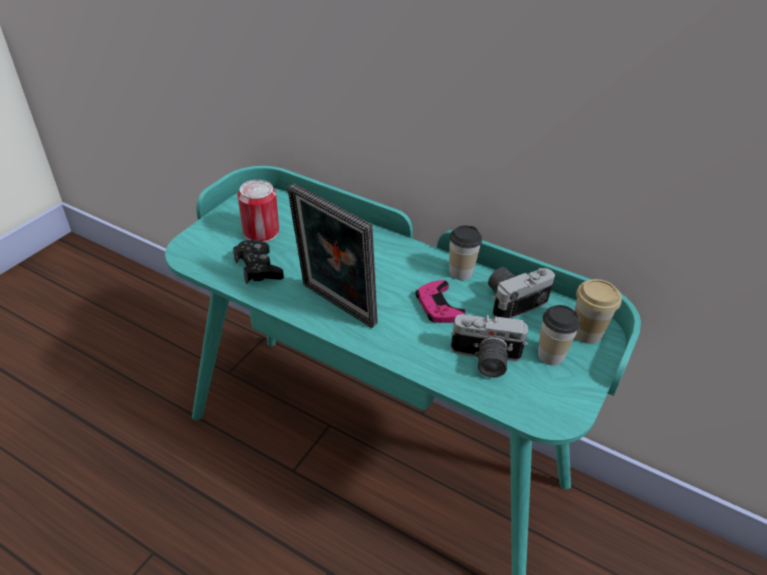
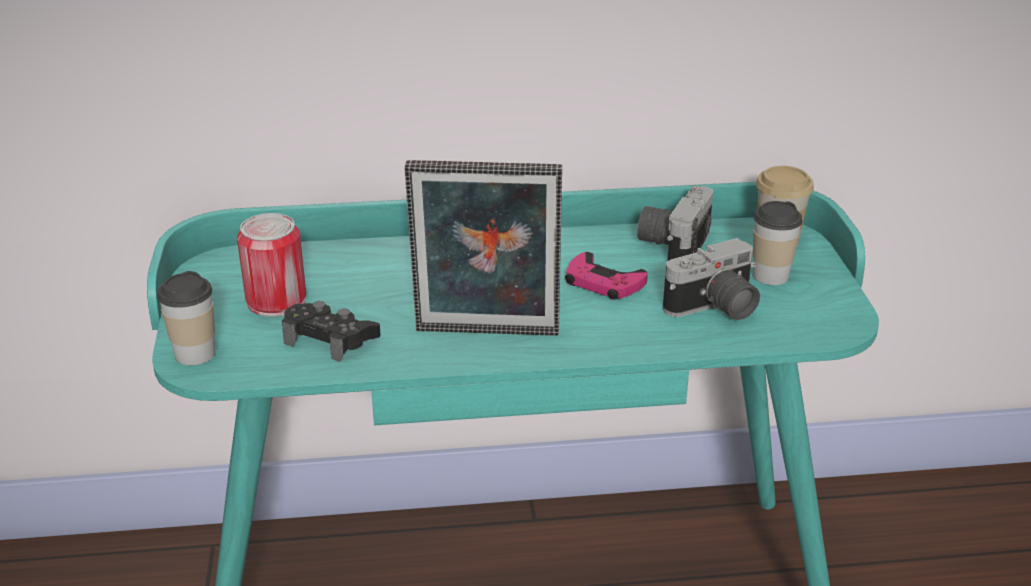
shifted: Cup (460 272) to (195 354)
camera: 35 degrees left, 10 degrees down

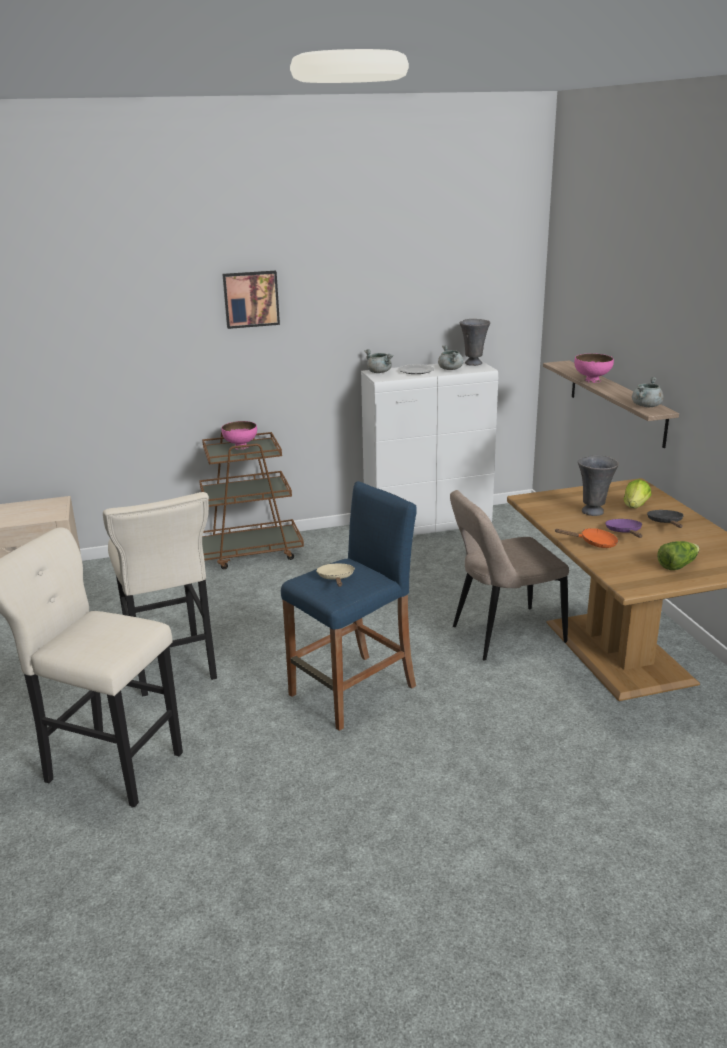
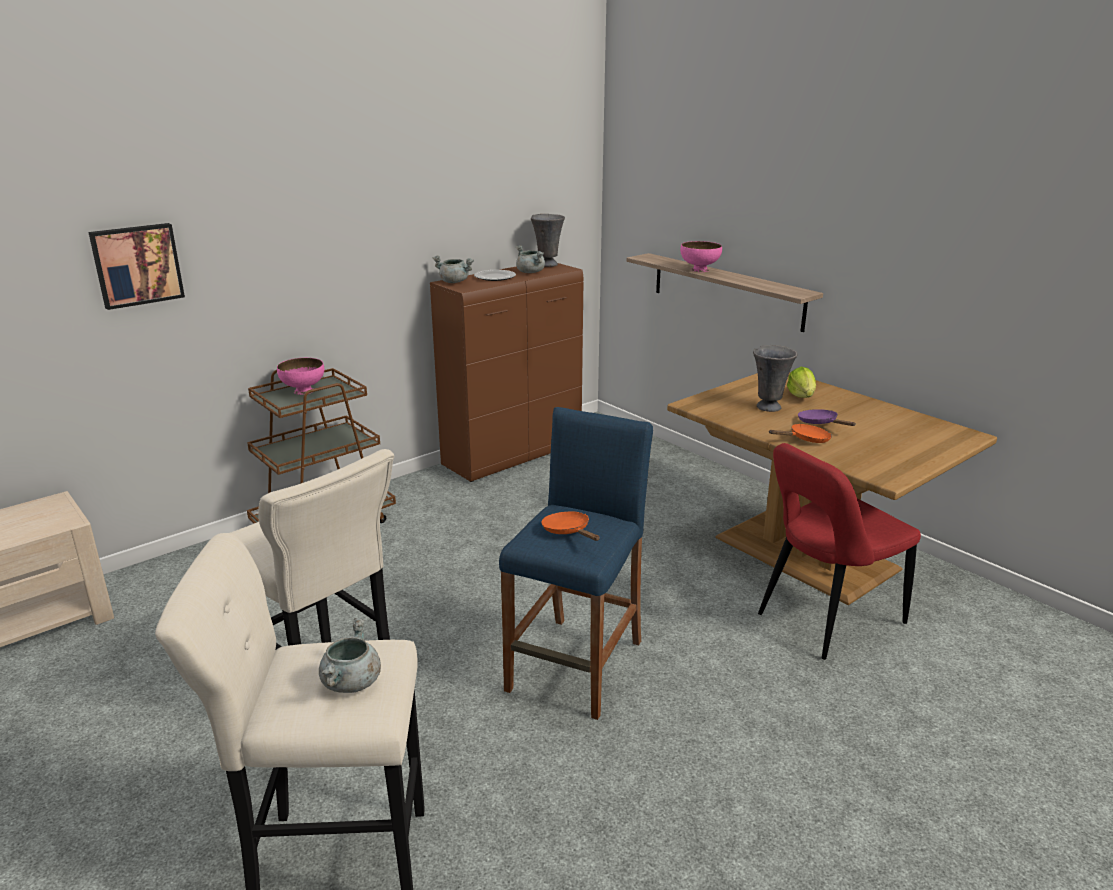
gone: BeigeChair (503 635); BlackFryingPan (666 522); Lettuce (677 565)
new: RedChair (825 620)
shifted: Picture (251 299) to (137 265); GreyCookingPot (646 406) to (351 683)
repainted: BeigeFryingPan (336 578) to OrangeFryingPan (568 531); WhiteCabinet (428 526) to BrownCabinet (513 455)
camera: 25 degrees left, 0 degrees up

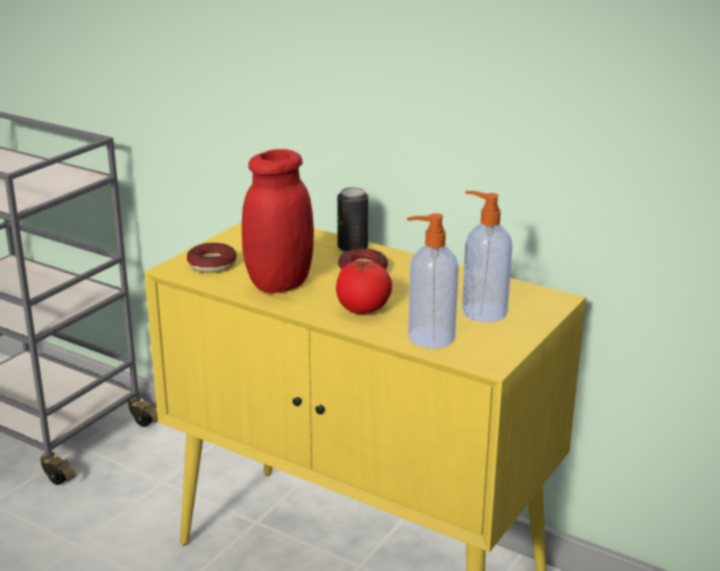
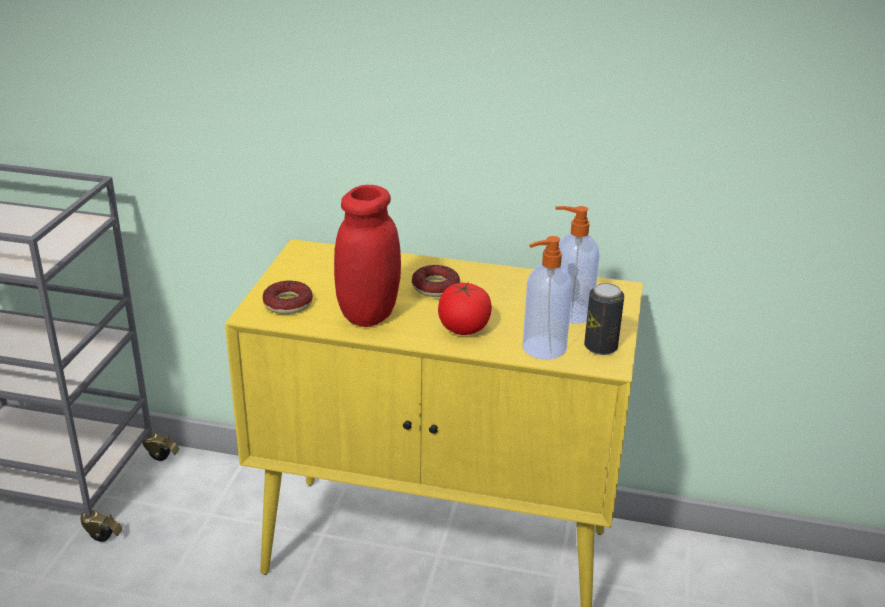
shifted: Can (352 248) to (600 347)
camera: 20 degrees left, 5 degrees up

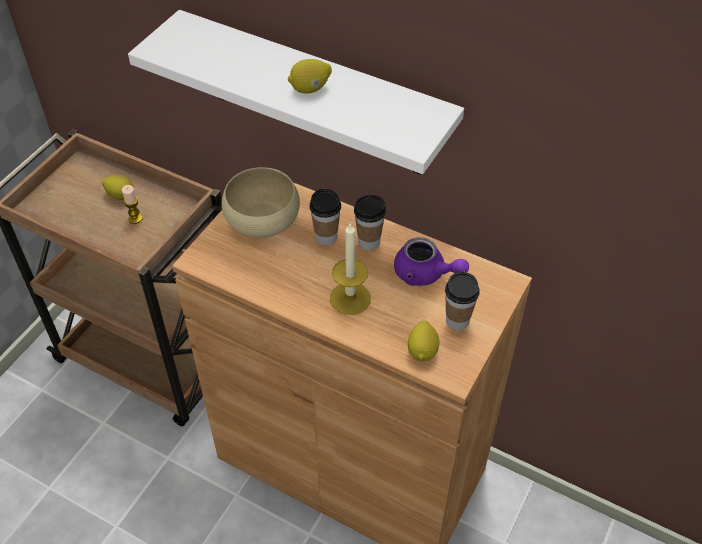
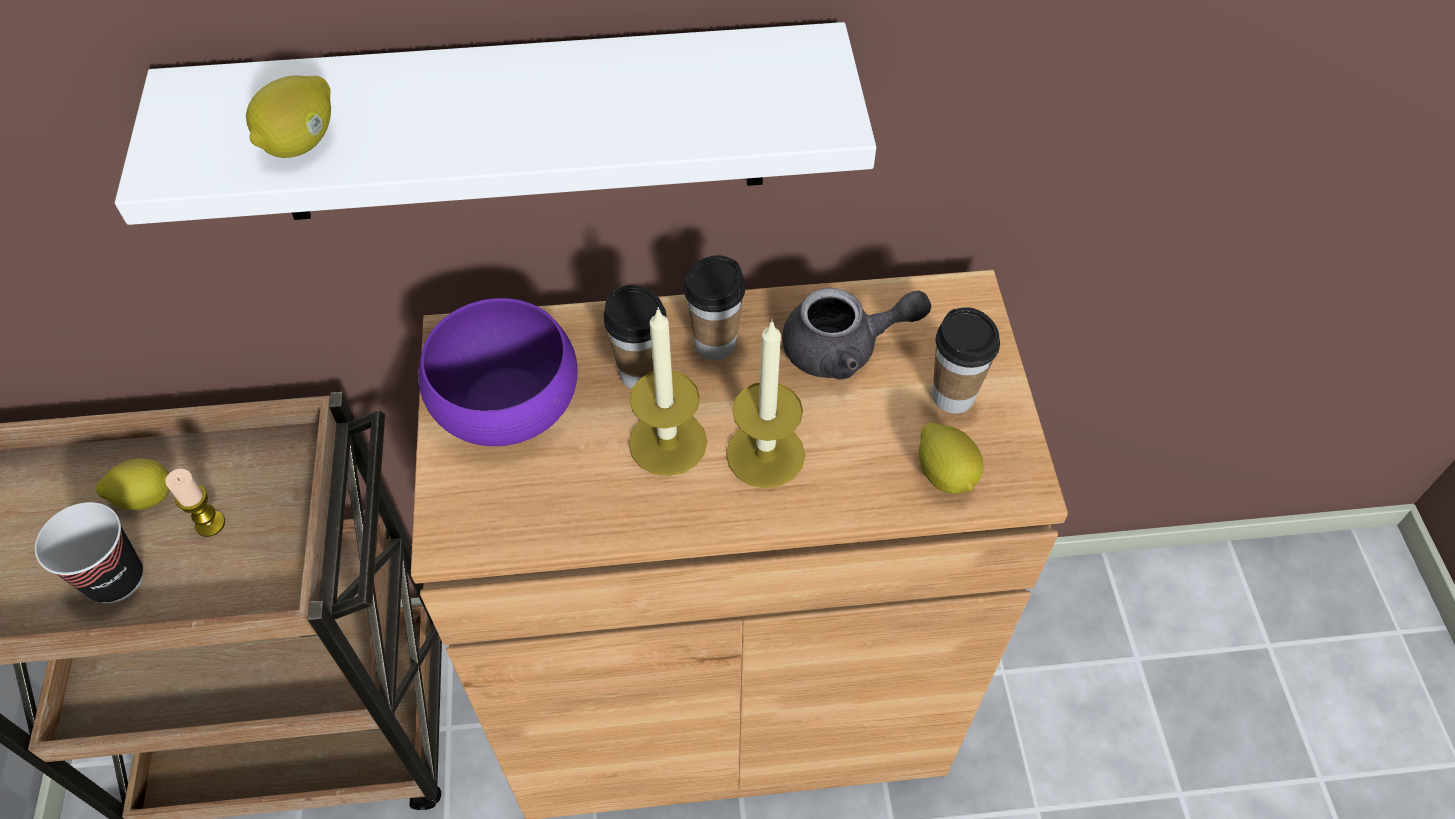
new: Cup (115 579); Candle (667 442)
shifted: Lemon (310 89) to (301 143)
repainted: BeigeBowl (262 219) to PurpleBowl (505 400); PurpleTeapot (425 274) to GreyTeapot (844 349)
camera: 35 degrees left, 5 degrees up

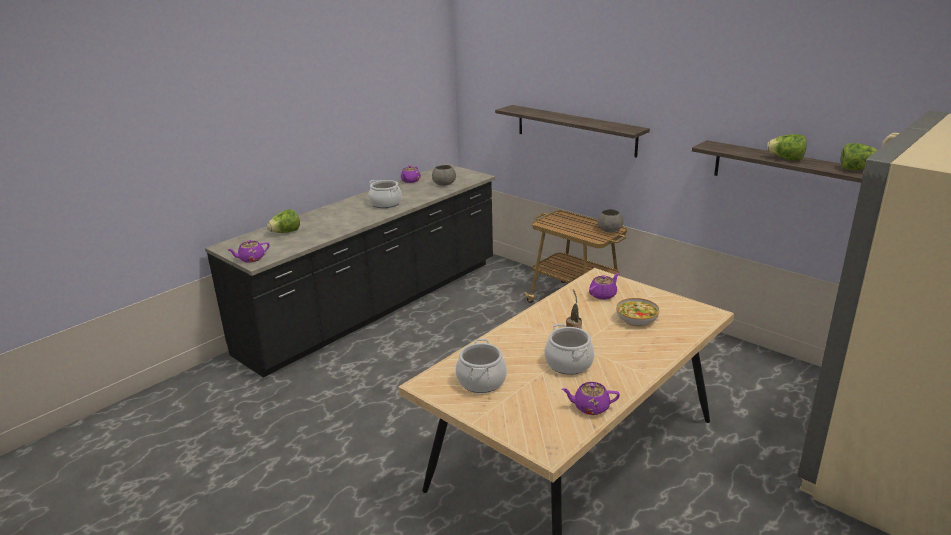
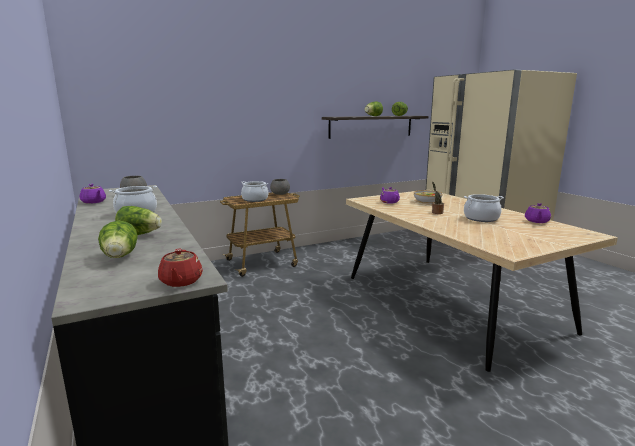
gone: Shelf (575 130)
new: Lettuce (139 235)
shifted: CookingPot (481 381) to (255 199)
repainted: PurpleTeapot (251 259) to RedTeapot (181 281)
camera: 70 degrees left, 10 degrees down

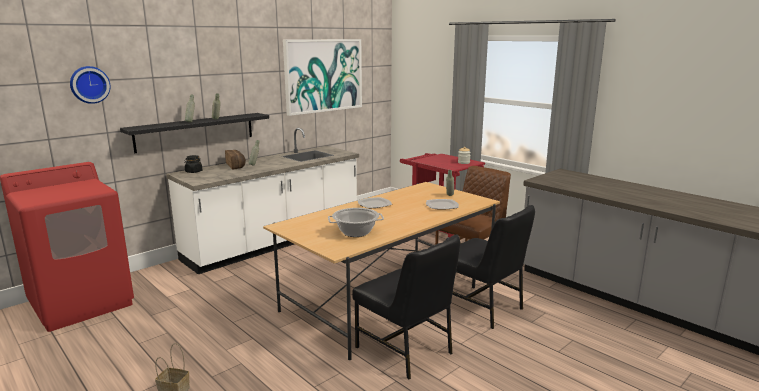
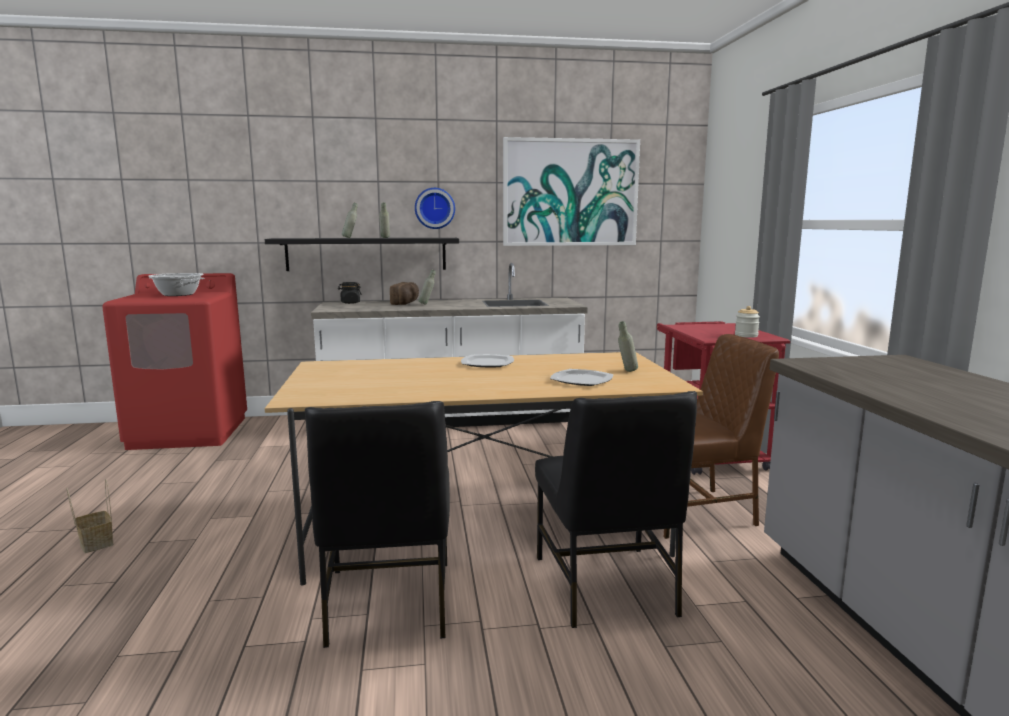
shifted: WallClock (89 84) to (434 208); CookingPot (355 232) to (178 294)
camera: 35 degrees right, 5 degrees down

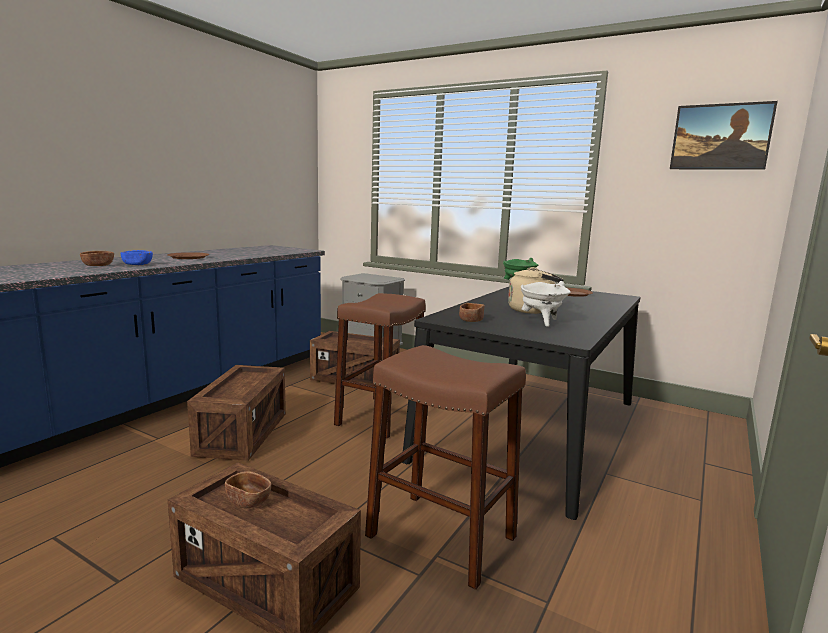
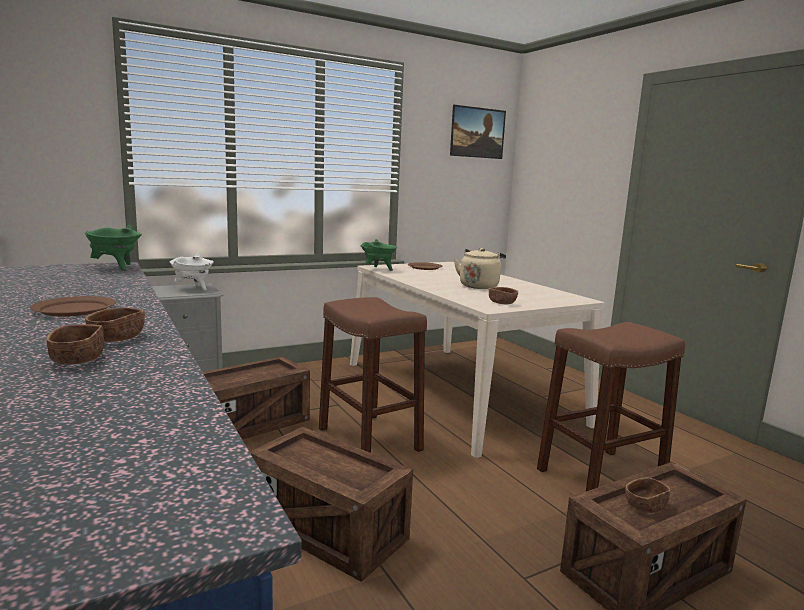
new: GreenCookingPot (115 268)
shifted: WhiteCookingPot (541 322) to (193 288)
repainted: BlueBowl (137 264) to BrownBowl (117 338); BlackDiningTable (532 428) to BeigeDiningTable (458 391)
camera: 60 degrees left, 0 degrees up

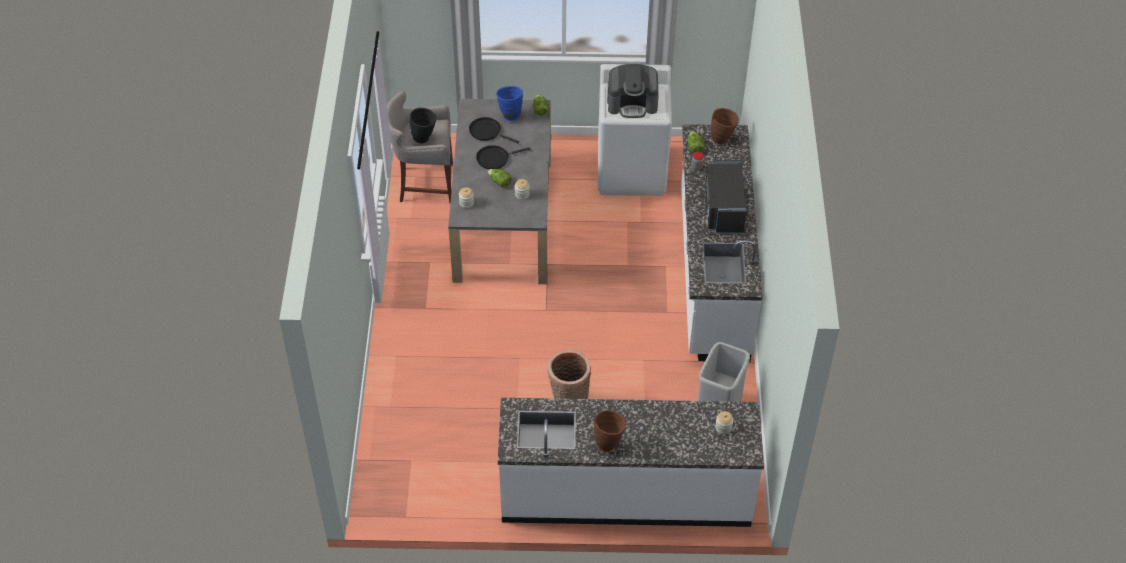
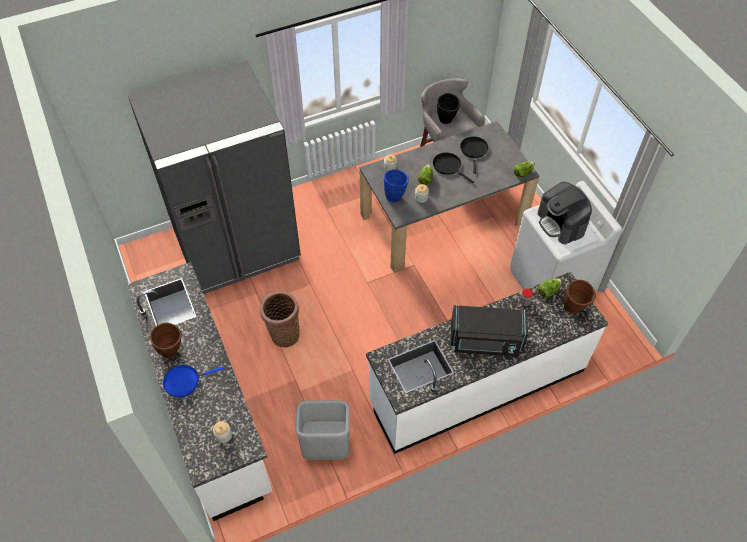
new: GreyFridge (236 245); BlueFryingPan (184 381)
shifted: BlueVase (509 115) to (395 196)
rotated: BlackMicrowave (723 209) = (486 341) 150 degrees counterclockwise
camera: 65 degrees right, 5 degrees up

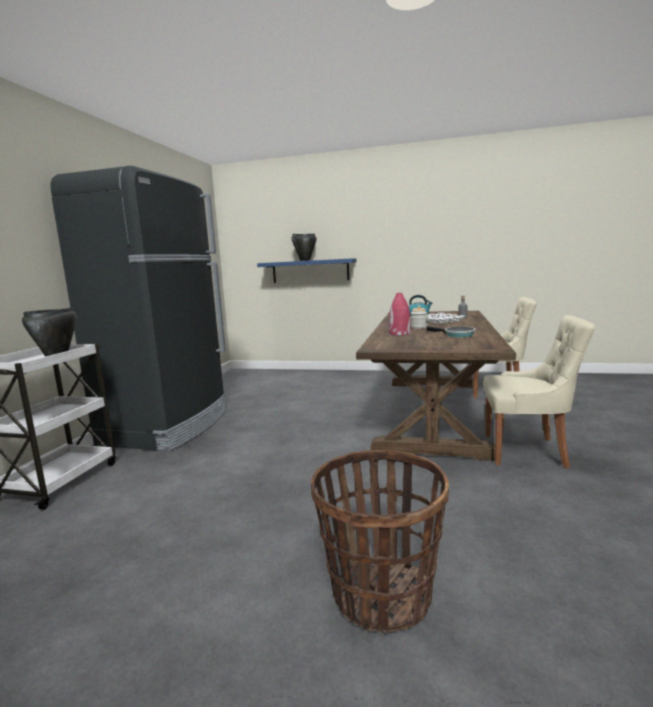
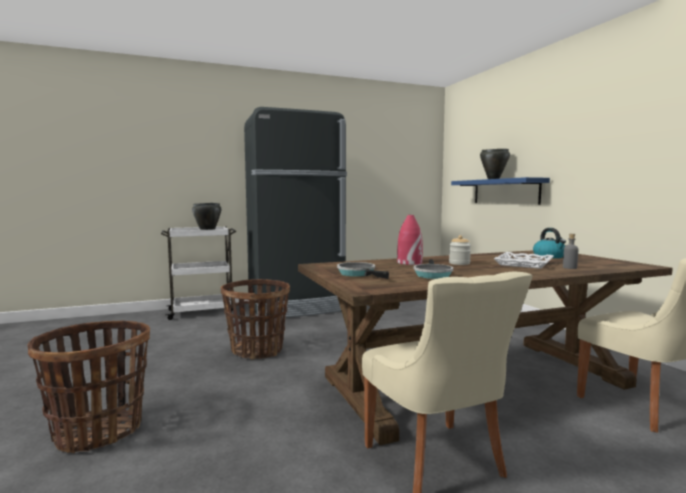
new: Basket (257 350); FryingPan (358 274)
camera: 55 degrees right, 5 degrees down

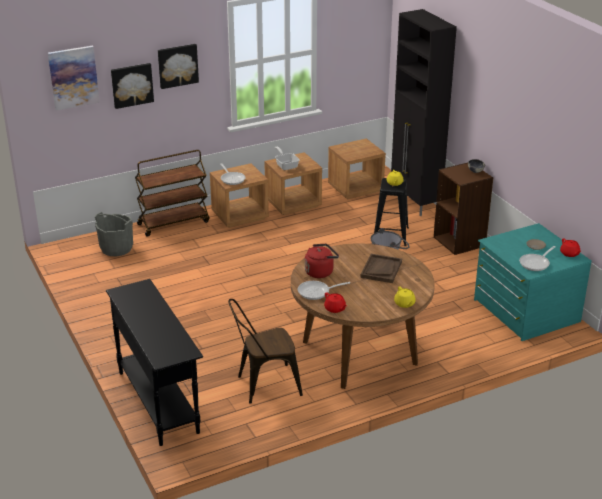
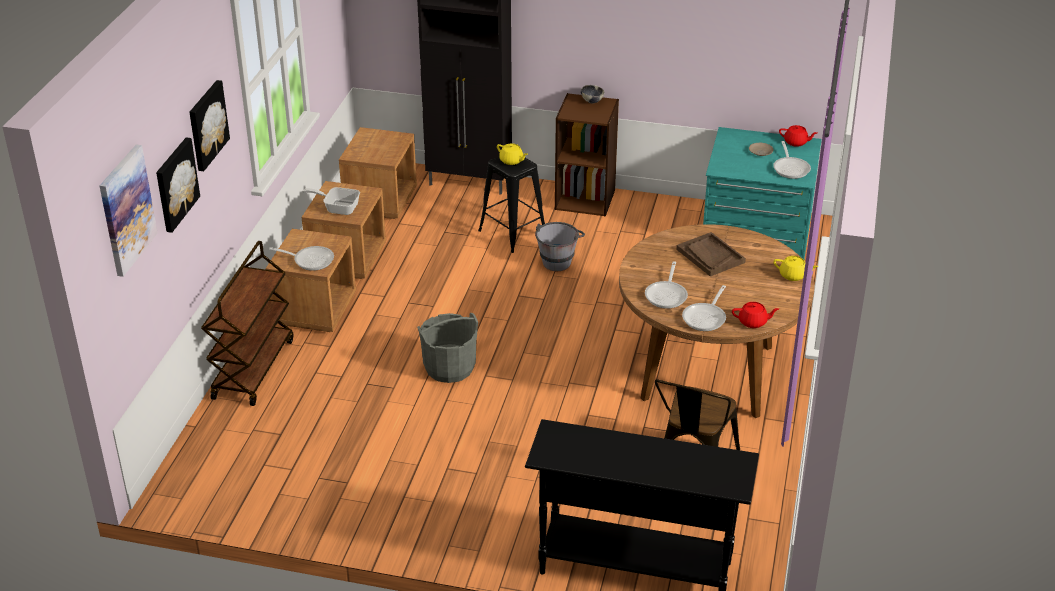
shifted: GreyBucket (116 248) to (449 367)
swapped: RedKettle (320 272) to FryingPan (667 295)
camera: 50 degrees left, 5 degrees up

